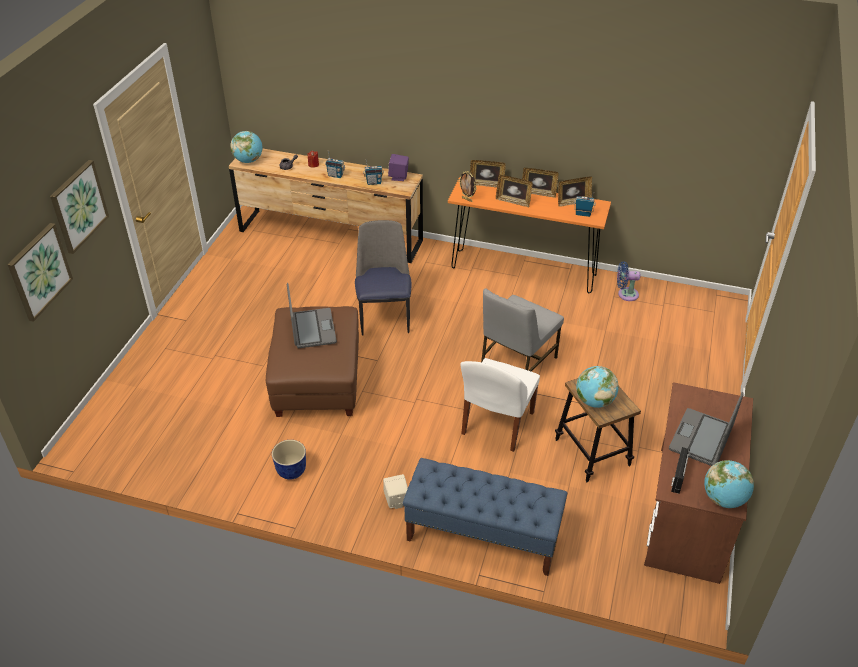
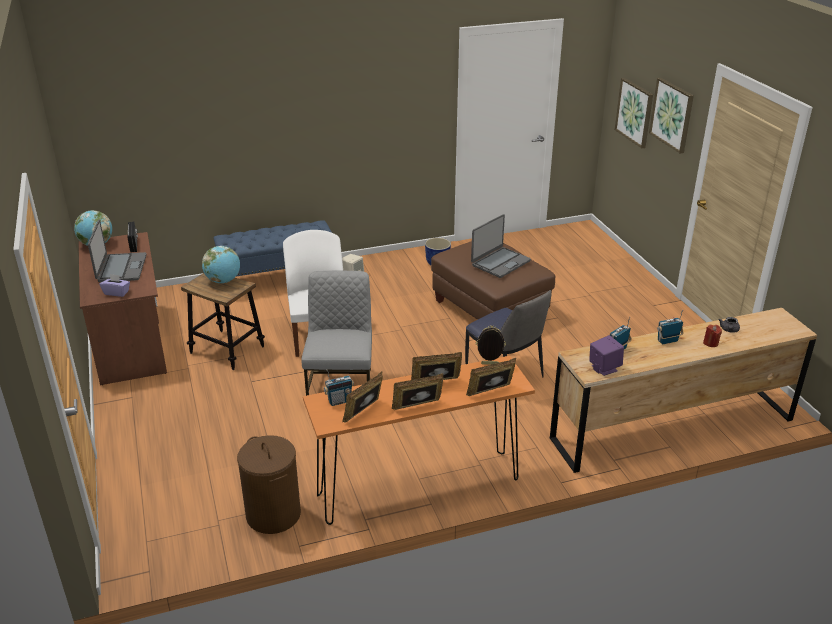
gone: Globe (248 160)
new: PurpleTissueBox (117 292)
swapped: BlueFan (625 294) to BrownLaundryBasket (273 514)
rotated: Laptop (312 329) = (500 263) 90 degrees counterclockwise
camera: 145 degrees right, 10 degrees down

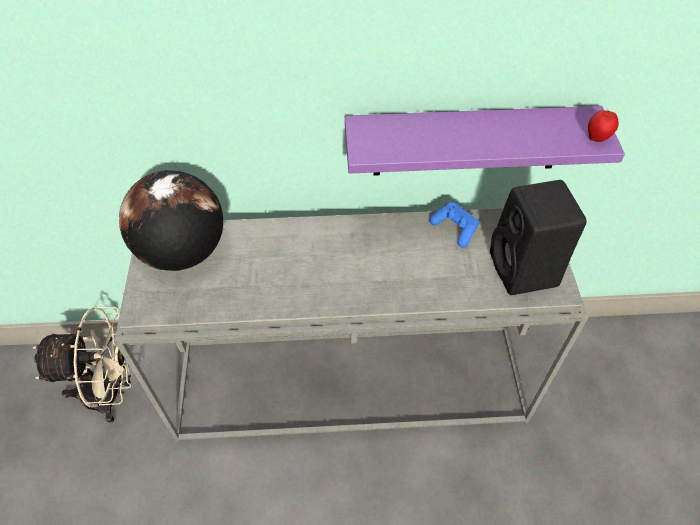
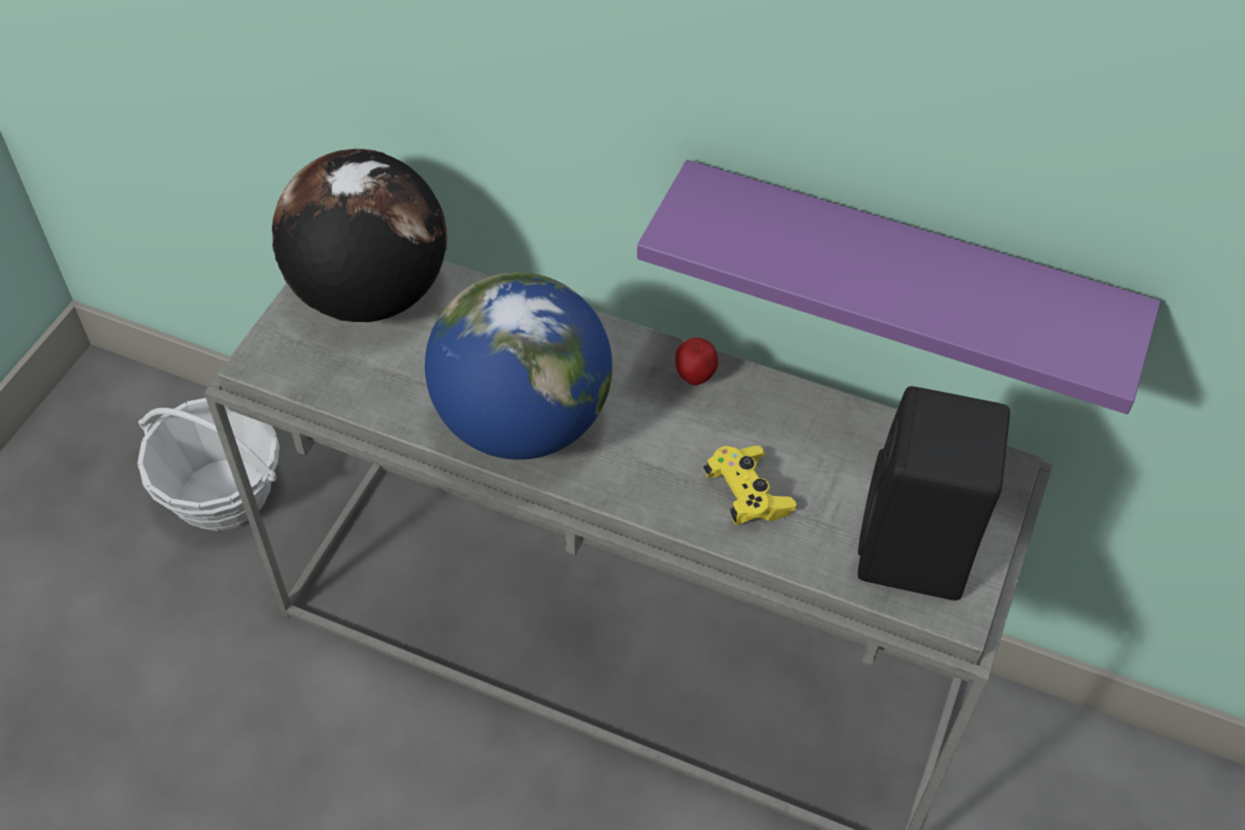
gone: BlueGameController (455 229)
new: Globe (523 422); YellowGameController (747 494)
shifted: Apple (597 138) to (695 378)
swapped: BeigeFan (112 393) to Basket (224 495)
camera: 25 degrees right, 0 degrees up

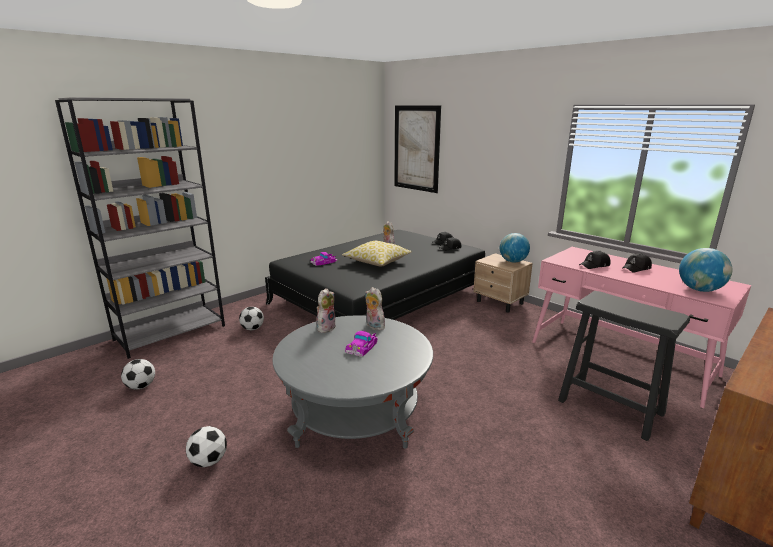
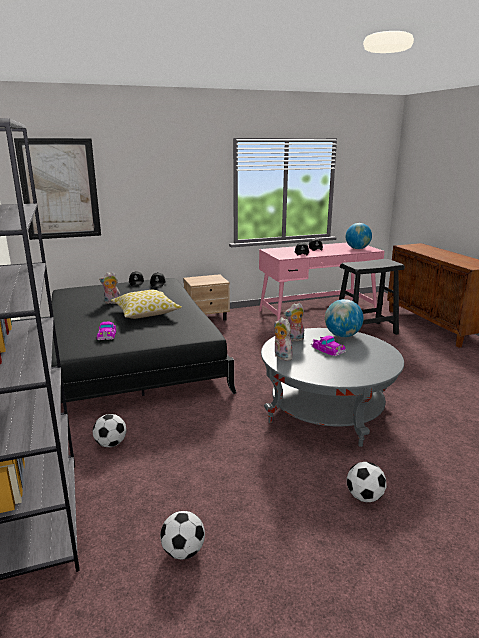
shifted: Globe (513 261) to (342 336)
camera: 65 degrees left, 0 degrees up

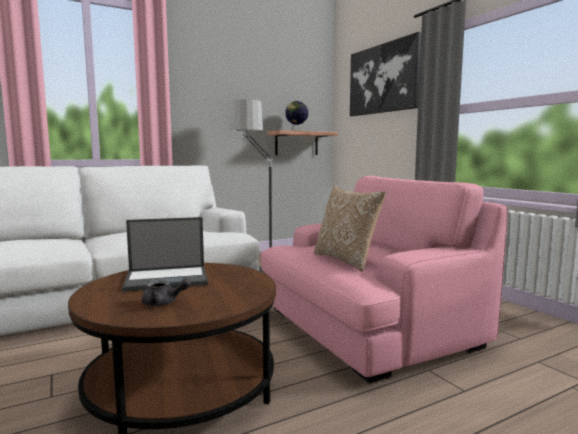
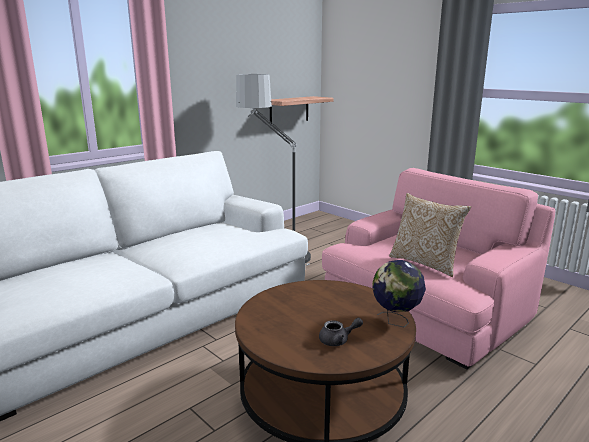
gone: Laptop (168 279); Picture (383 79)
shifted: Globe (296 131) to (396 321)
camera: 15 degrees left, 10 degrees up

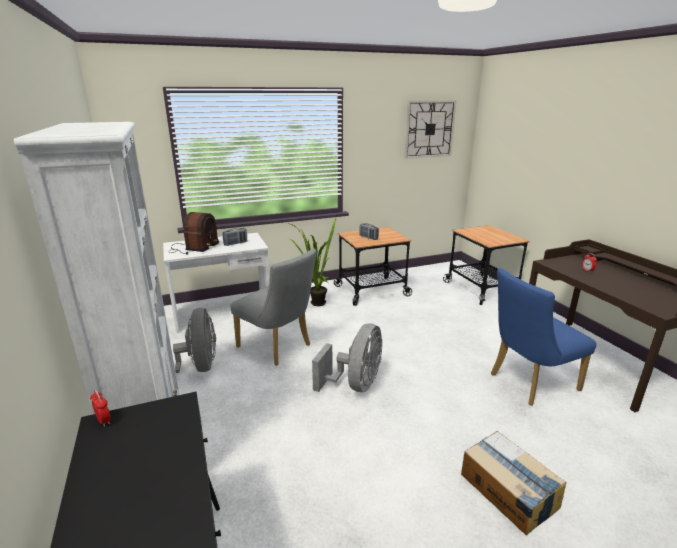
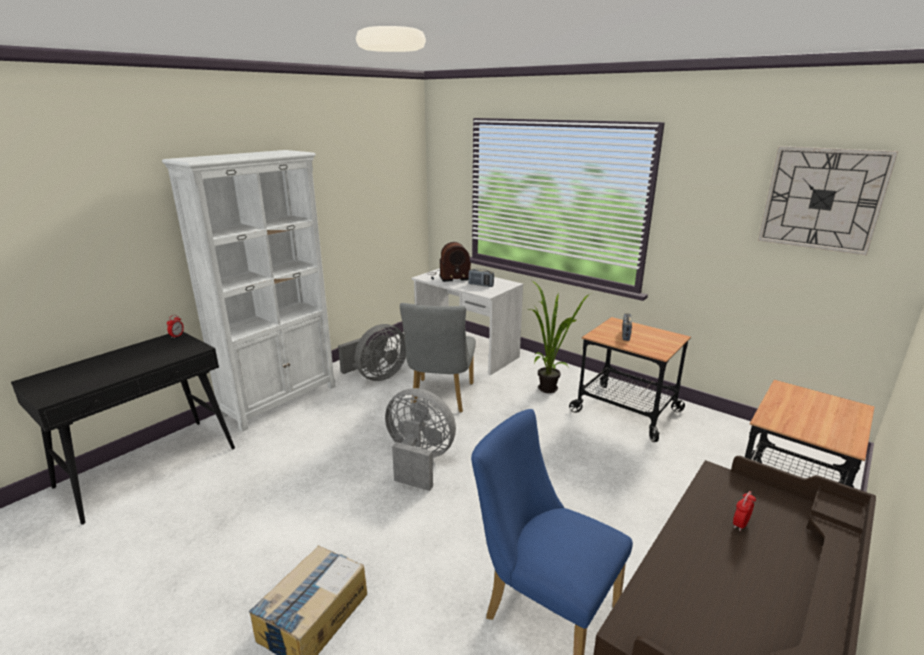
rotated: GreyFan (355 384) = (419 461) 150 degrees counterclockwise
camera: 60 degrees right, 0 degrees up

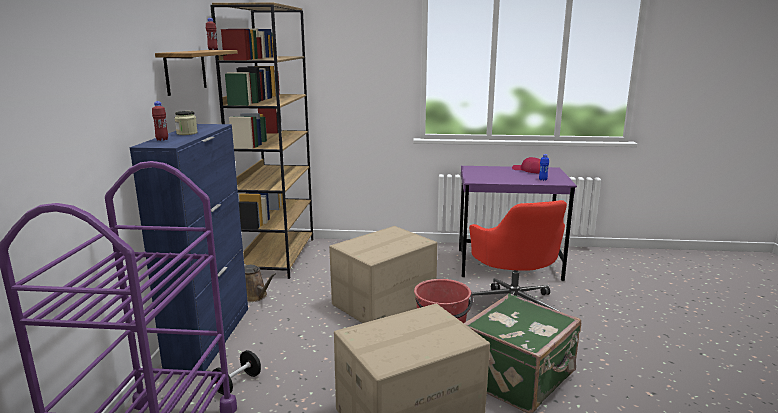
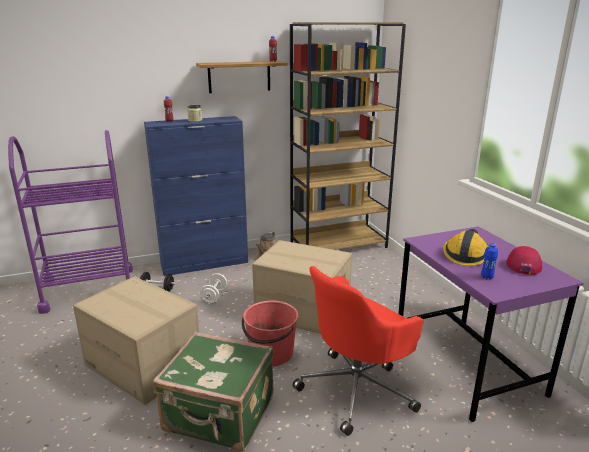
new: WhiteDumbbell (214 295); HardHat (466 255)
camera: 65 degrees right, 5 degrees up

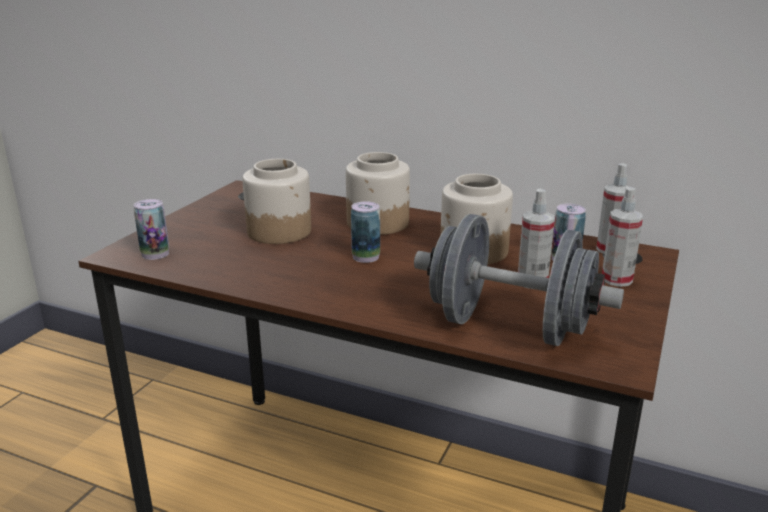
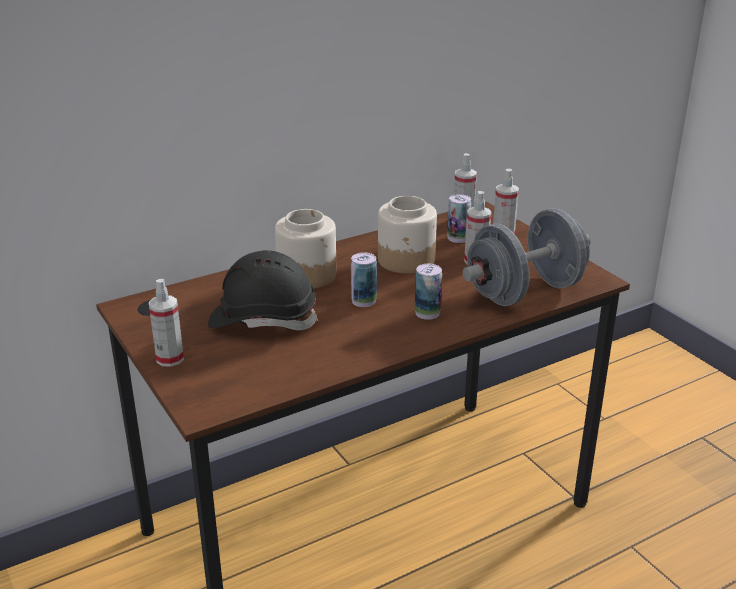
new: SprayBottle (170 358)
shifted: Can (155 254) to (427 313)
swapped: Jar (279 231) to BlackHardHat (263 319)
camera: 55 degrees left, 5 degrees up

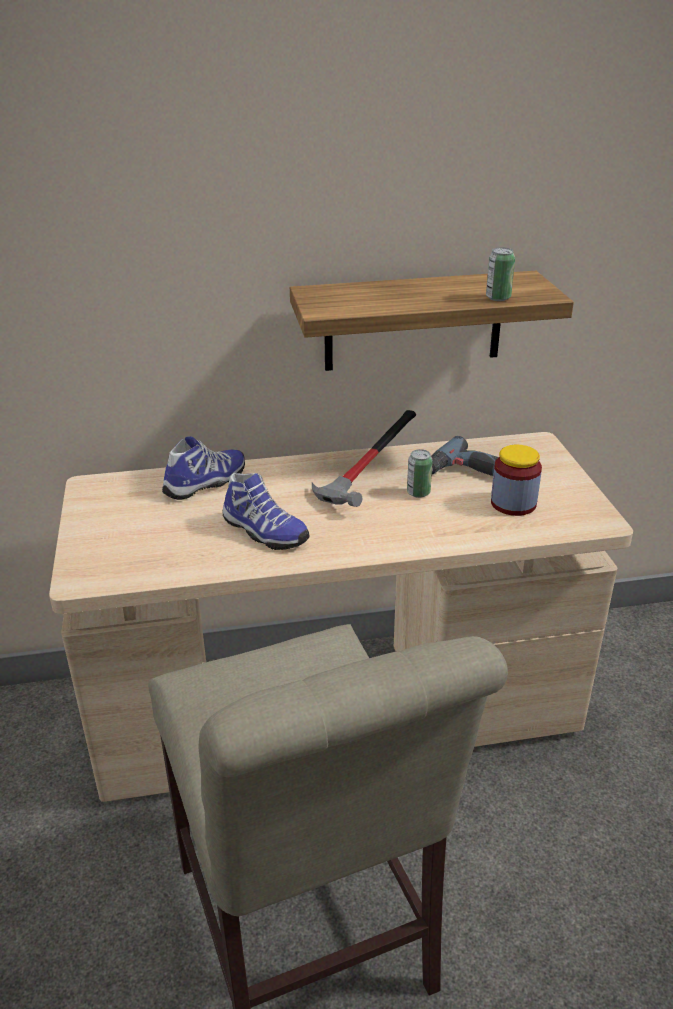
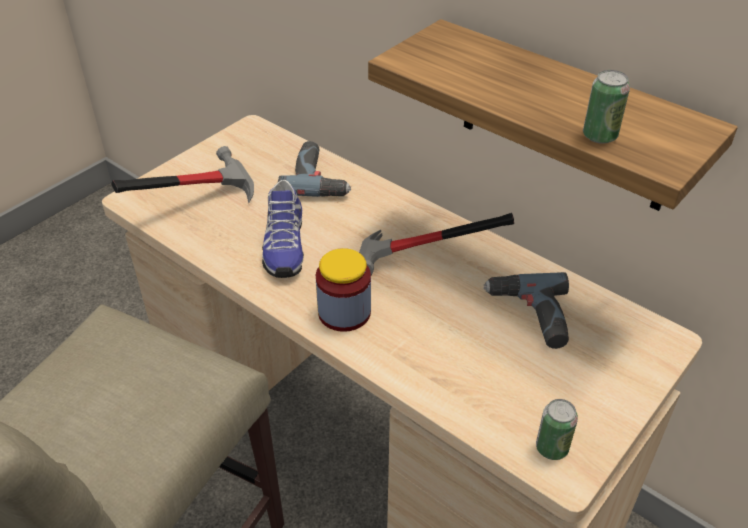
new: Hammer (195 199)
shifted: Can (418 493) to (551 448); Jar (513 503) to (344 312)
swapped: Shoe (207 483) to PowerDrill (319 178)
camera: 50 degrees right, 10 degrees up

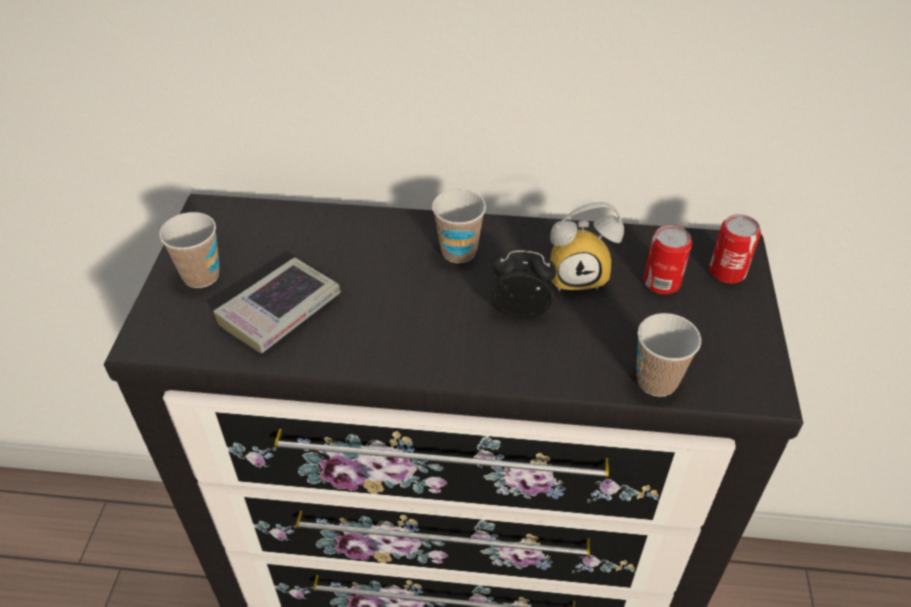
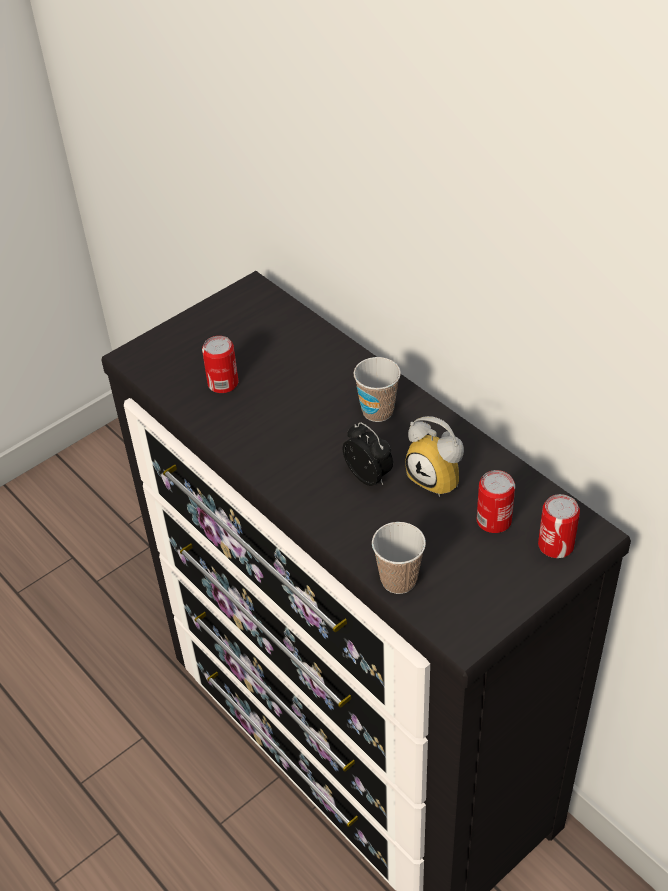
gone: Cup (201 276)
swapped: Book (280 311) to Can (223 383)
camera: 45 degrees right, 0 degrees up

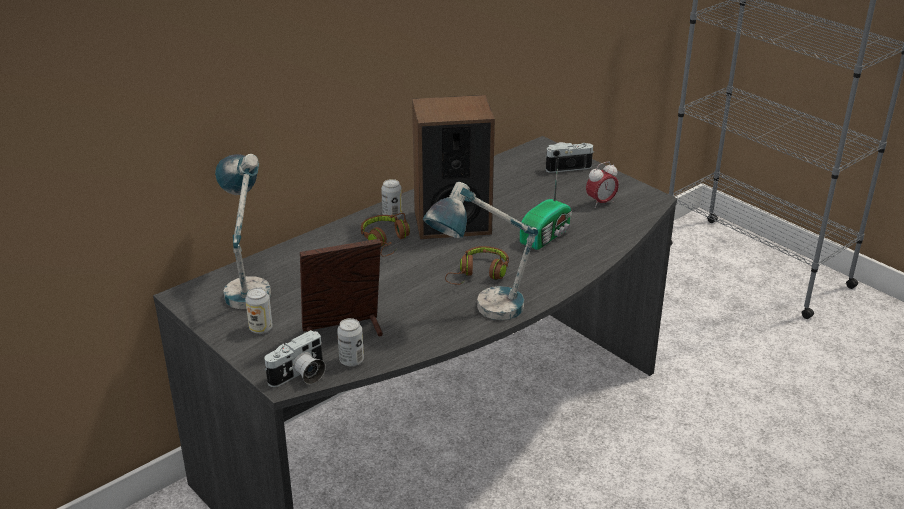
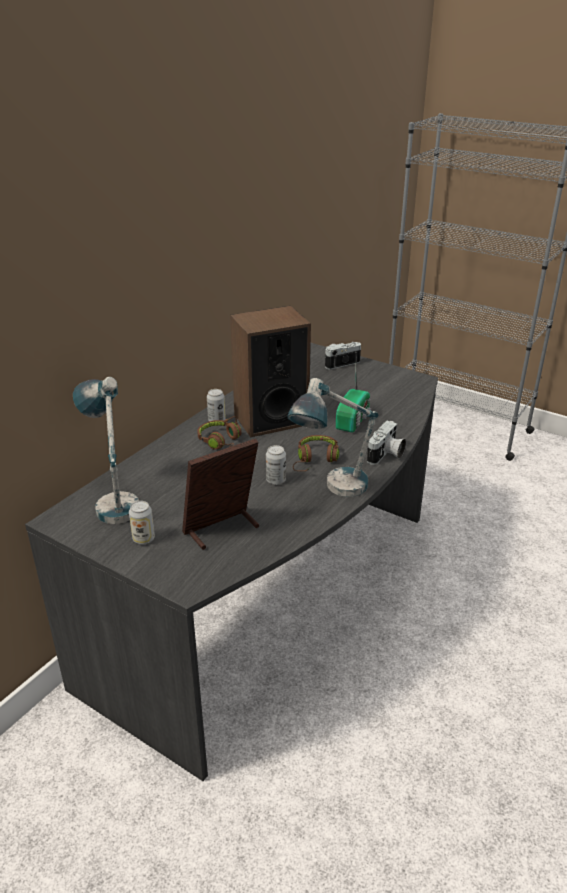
gone: AlarmClock (601 203)
shifted: PhotoCamera (300 376) to (386 455); Can (351 360) to (276 480)
camera: 15 degrees left, 0 degrees up

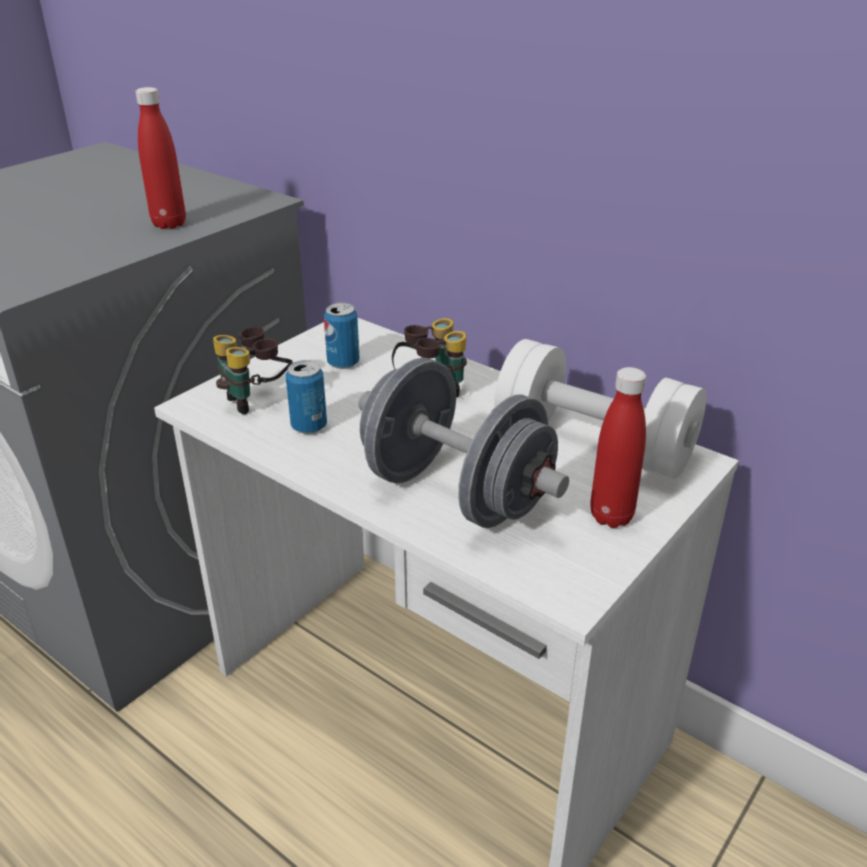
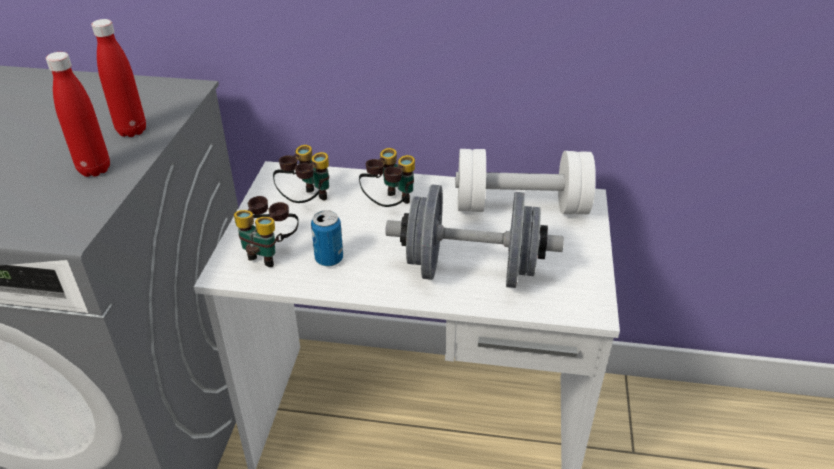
shifted: RedBottle (611 516) to (94 169)
swapped: Can (343 362) to Binoculars (306 202)
camera: 30 degrees left, 5 degrees up

